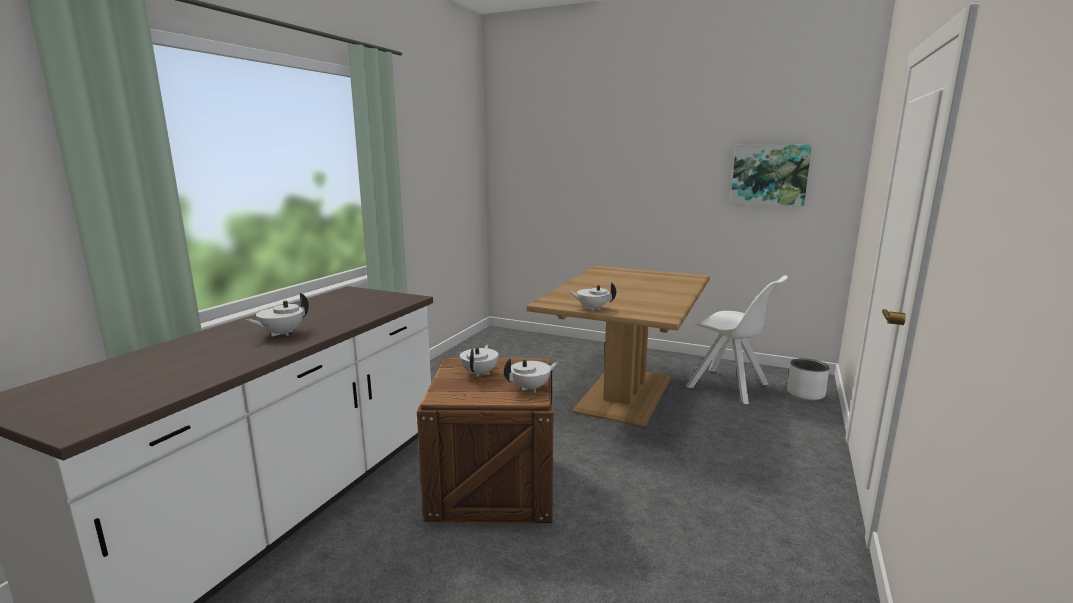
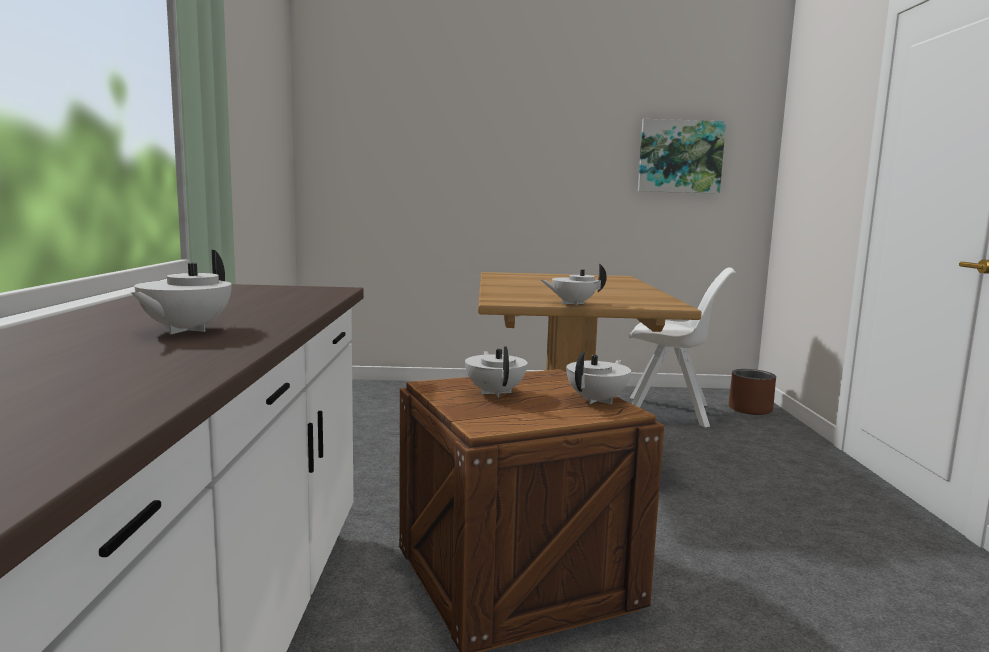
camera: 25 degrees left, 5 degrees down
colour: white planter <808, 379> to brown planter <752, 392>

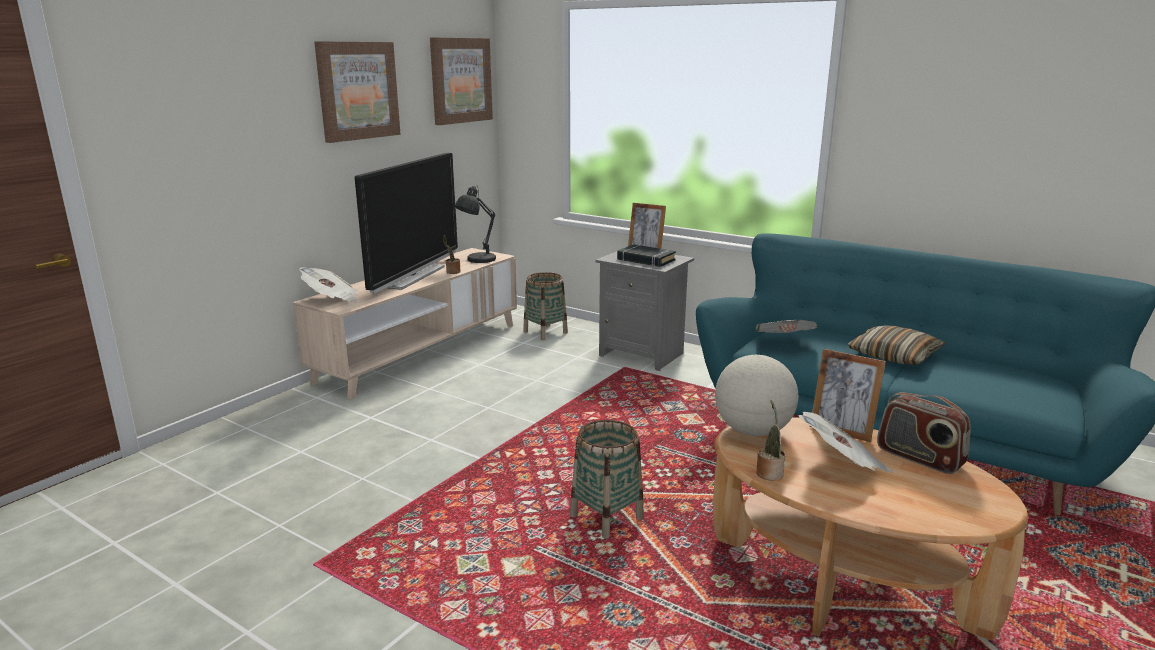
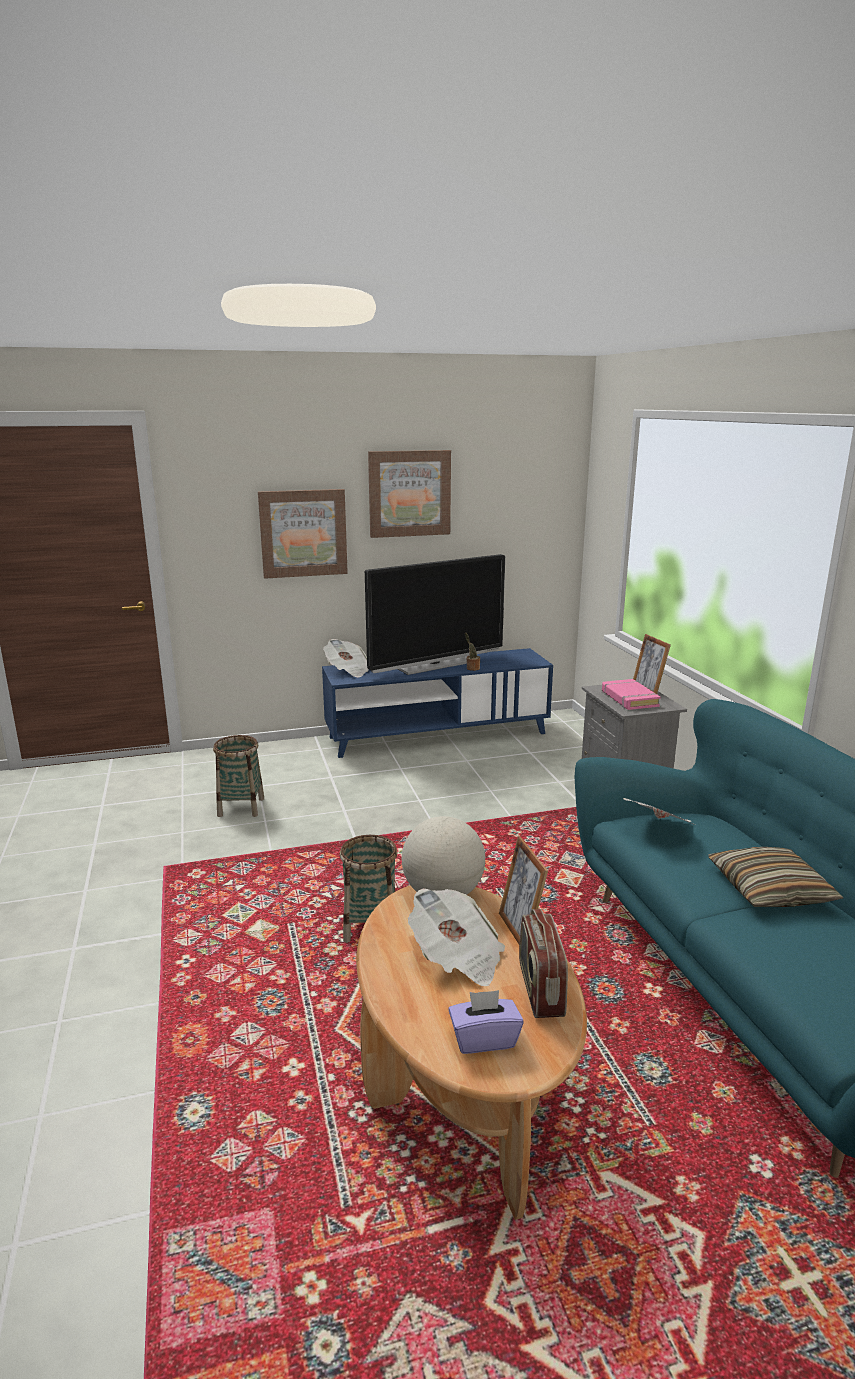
camera: 40 degrees right, 0 degrees up
missing: grey table lamp <475, 224>; potted plant <771, 440>
appeared: purple tissue box <486, 1022>
relocated: basket <545, 306> to <238, 776>; picture <461, 81> to <303, 534>
colour: beige tv stand <405, 323> to blue tv stand <437, 703>; black book <646, 255> to pink book <631, 694>

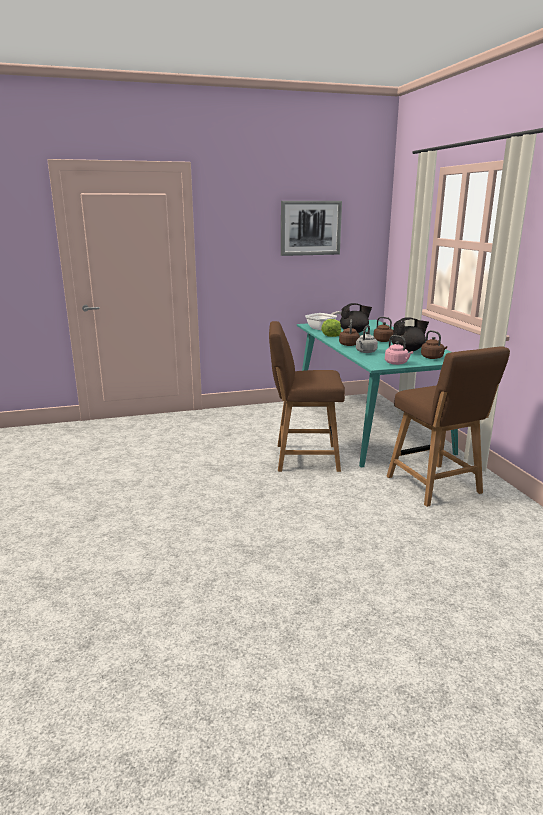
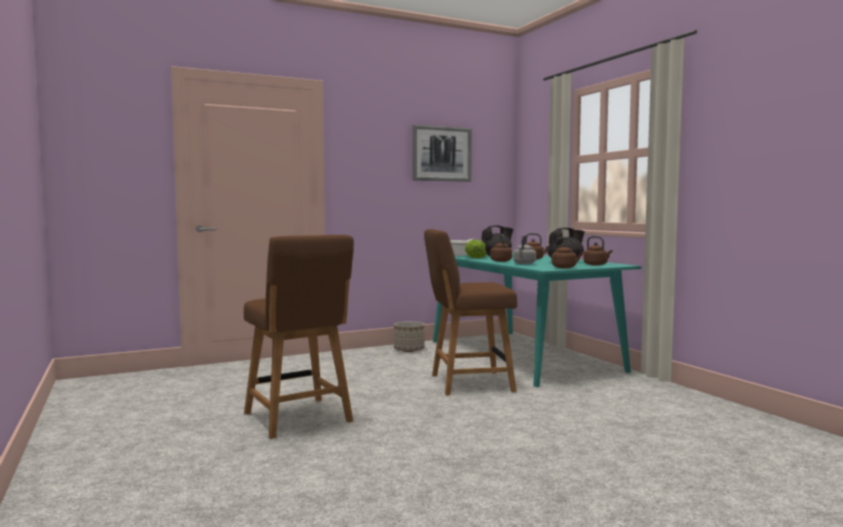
camera: 10 degrees left, 15 degrees down
appeared: planter <409, 336>
relocated: brown chair <448, 426> to <299, 337>
colour: pink kettle <399, 350> to brown kettle <567, 252>

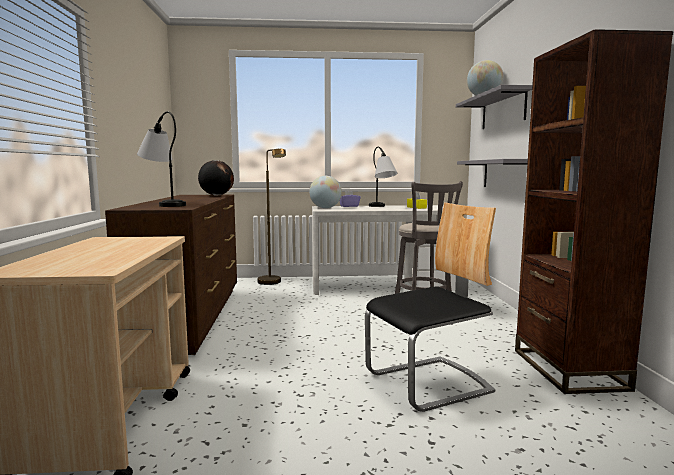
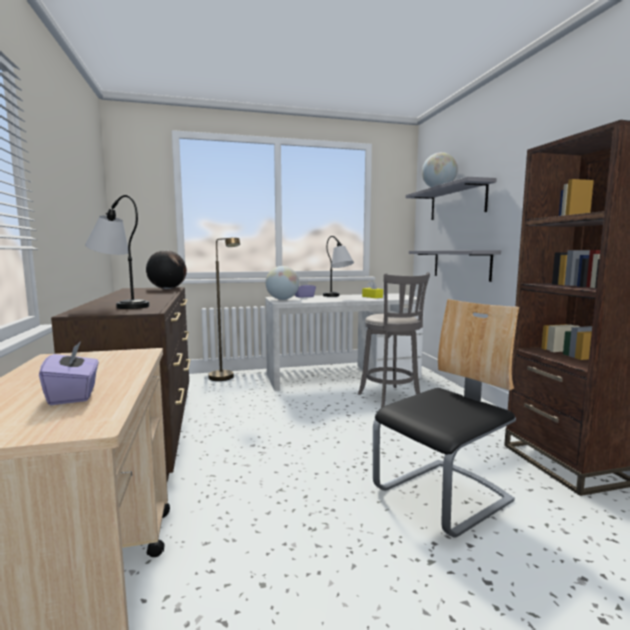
camera: 10 degrees left, 0 degrees up
appeared: purple tissue box <69, 373>

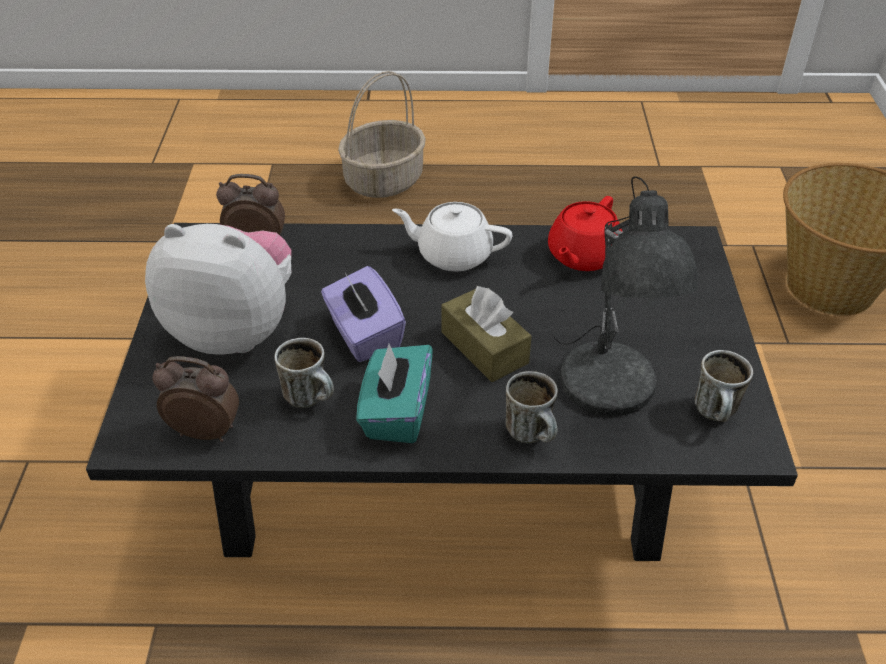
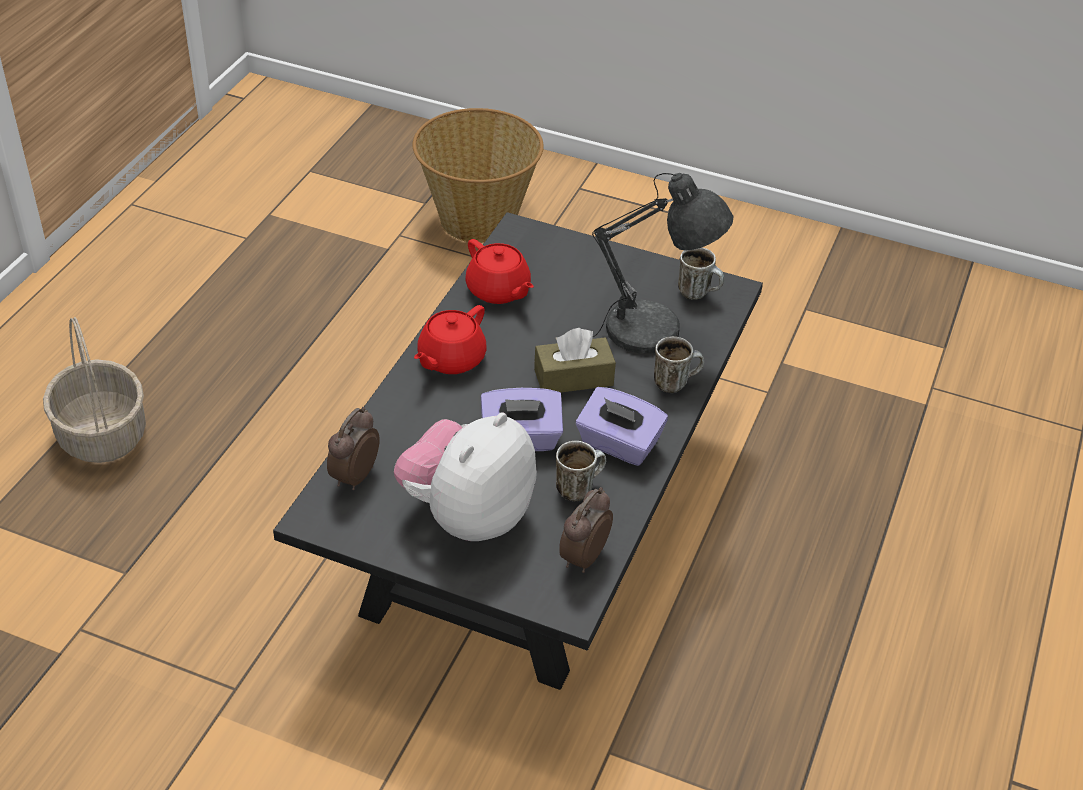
camera: 70 degrees left, 0 degrees up
colour: white teapot <452, 237> to red teapot <450, 339>; turquoise tissue box <394, 393> to purple tissue box <622, 426>

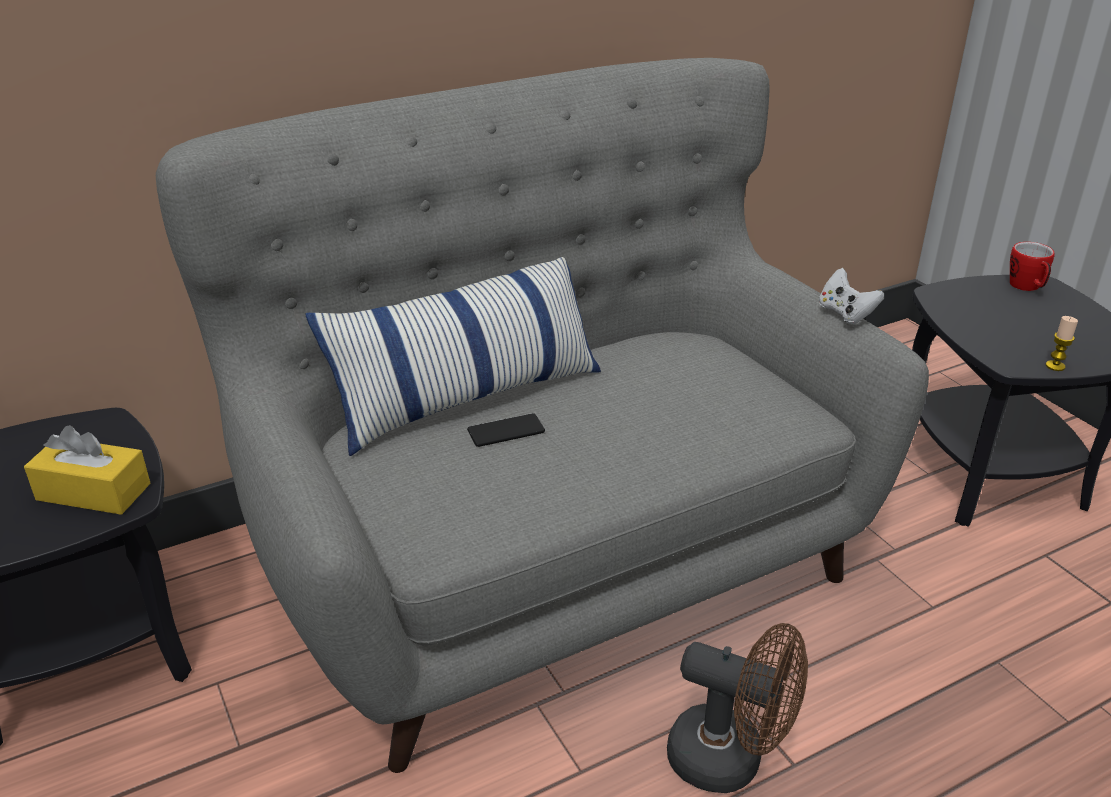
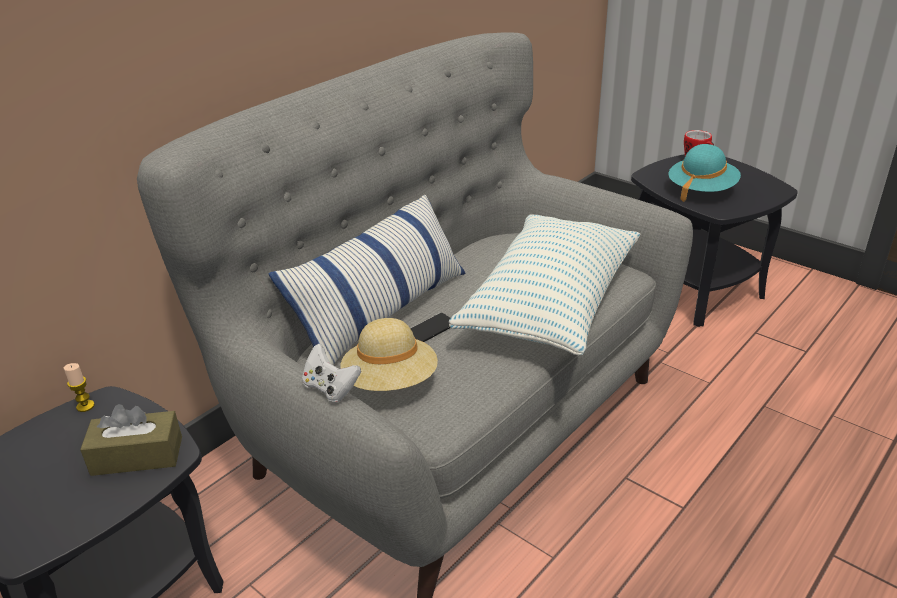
camera: 20 degrees left, 0 degrees up
missing: brown fan <737, 708>
appeared: beige hat <389, 354>; pillow <545, 284>; turquoise hat <704, 173>
relocated: candle <1062, 343> to <79, 387>; white game controller <851, 296> to <331, 373>
colour: yellow tissue box <87, 470> to brown tissue box <131, 440>

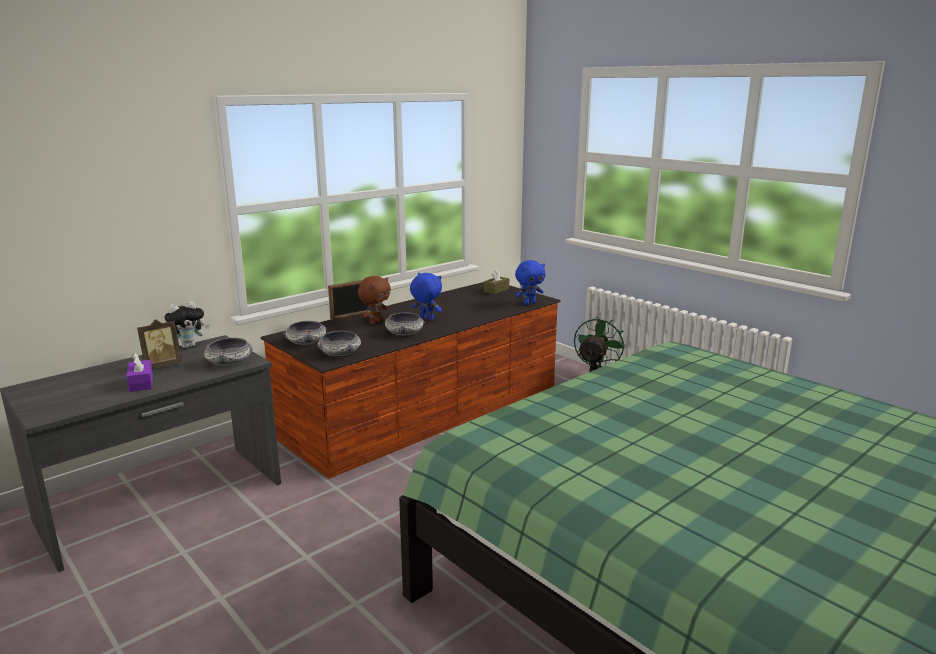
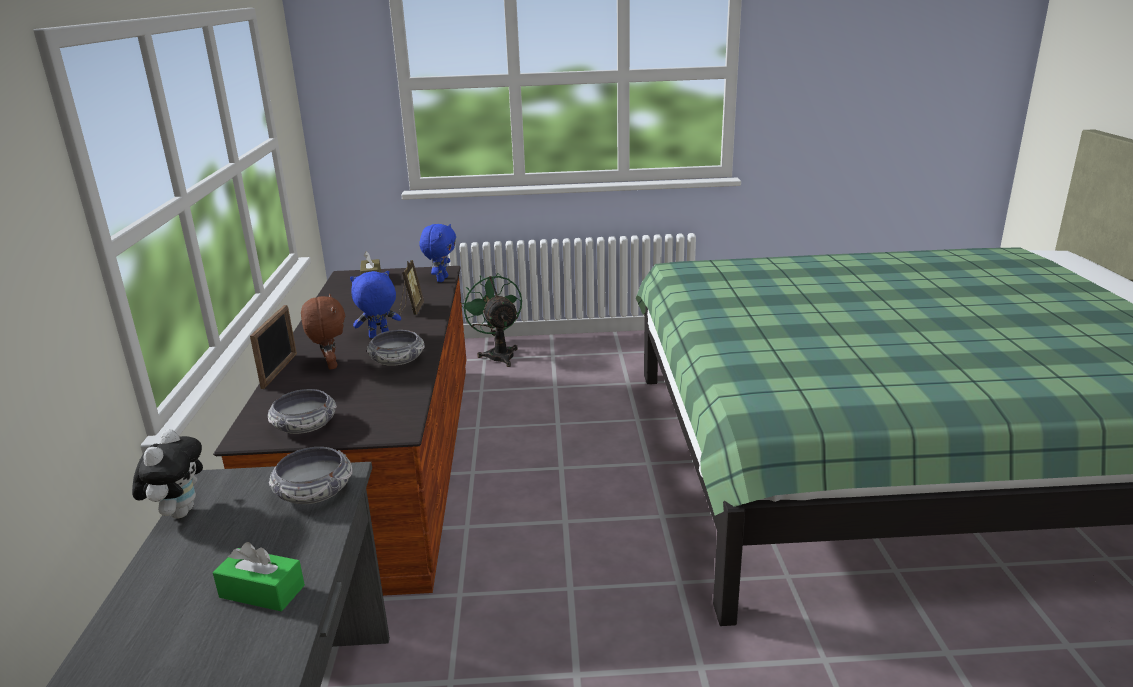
camera: 50 degrees left, 5 degrees up
missing: bowl <339, 343>
relocated: picture frame <159, 344> to <411, 287>
colour: purple tissue box <140, 372> to green tissue box <259, 576>

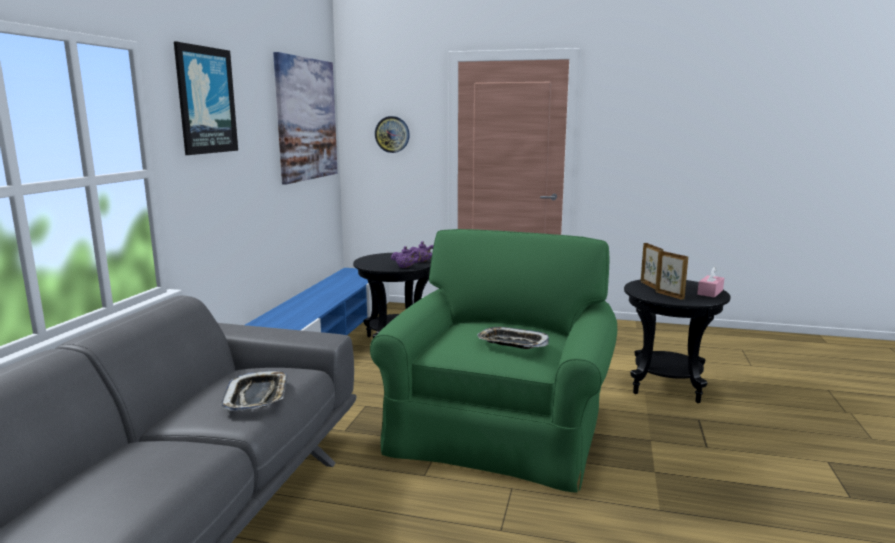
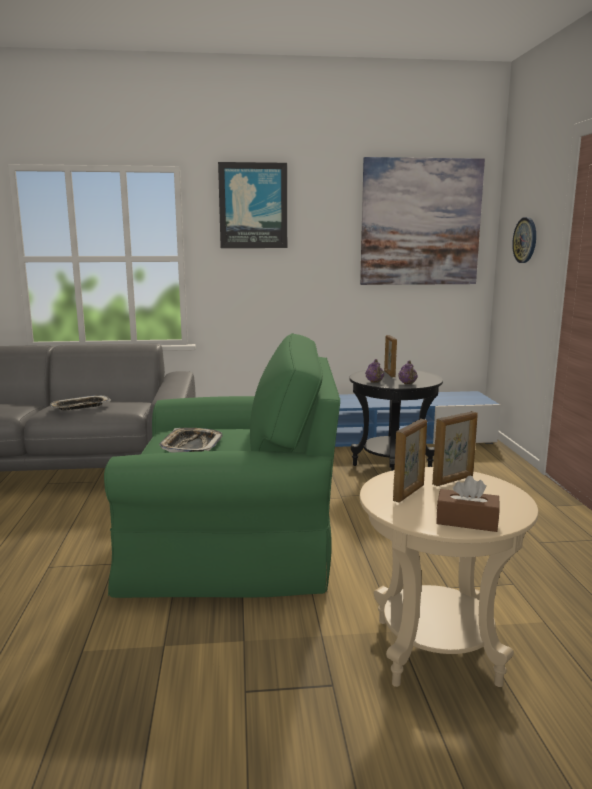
camera: 70 degrees right, 0 degrees up
appeared: picture frame <390, 356>
colour: black side table <677, 341> to beige side table <449, 577>; pink tissue box <710, 282> to brown tissue box <468, 503>

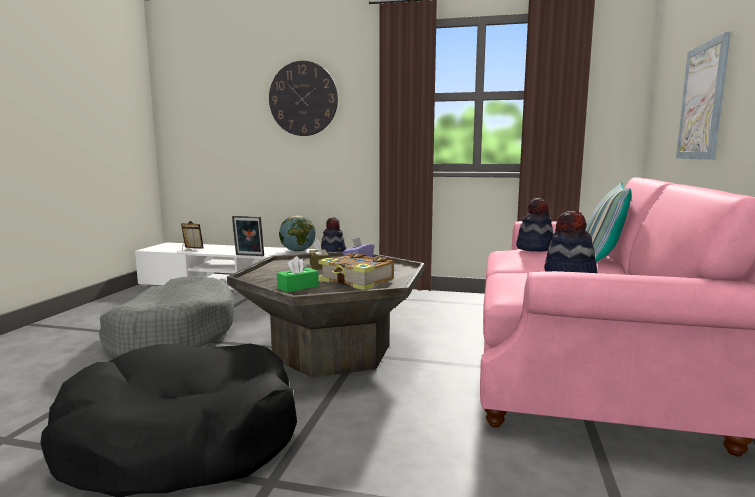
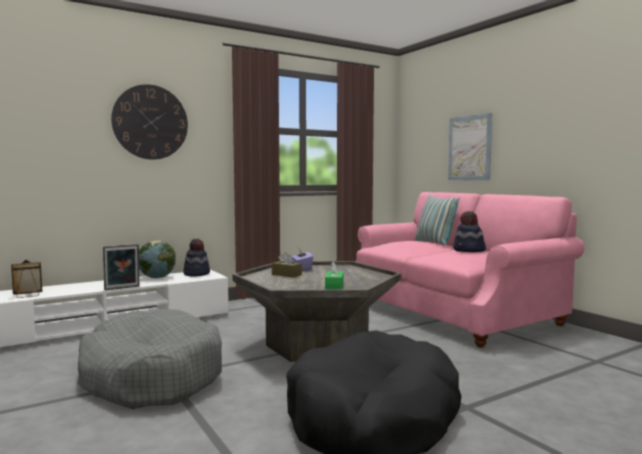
camera: 45 degrees left, 5 degrees down
missing: book <356, 271>; hat <534, 224>

